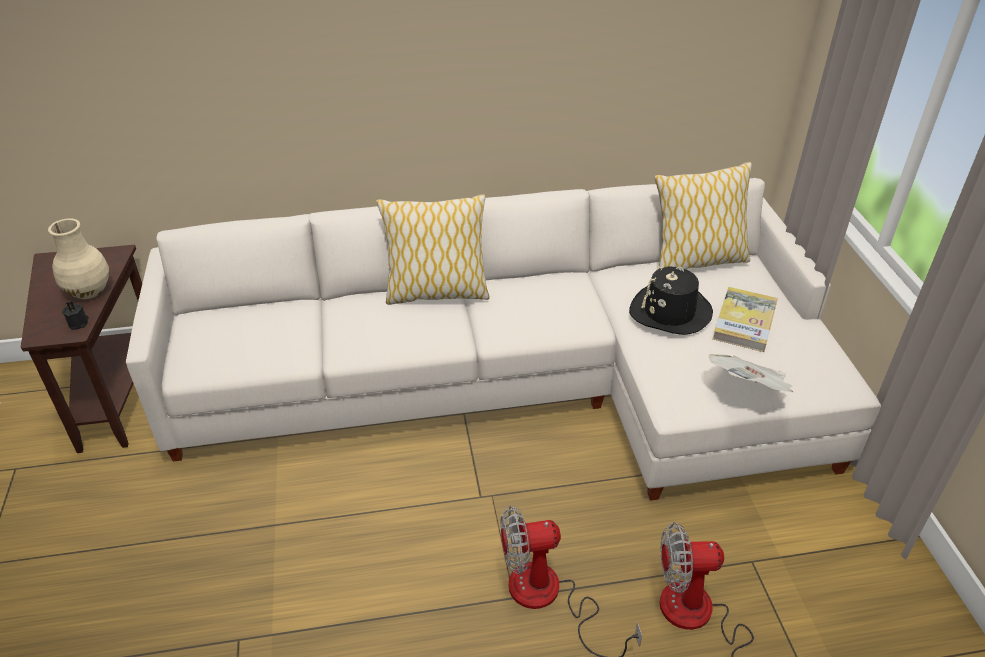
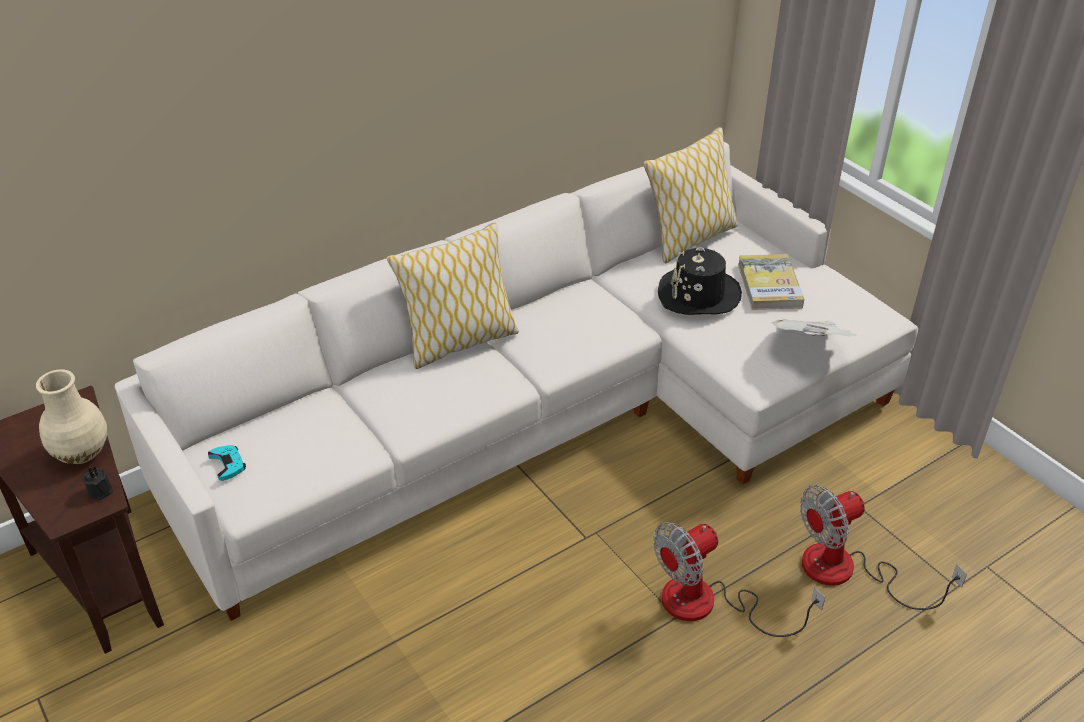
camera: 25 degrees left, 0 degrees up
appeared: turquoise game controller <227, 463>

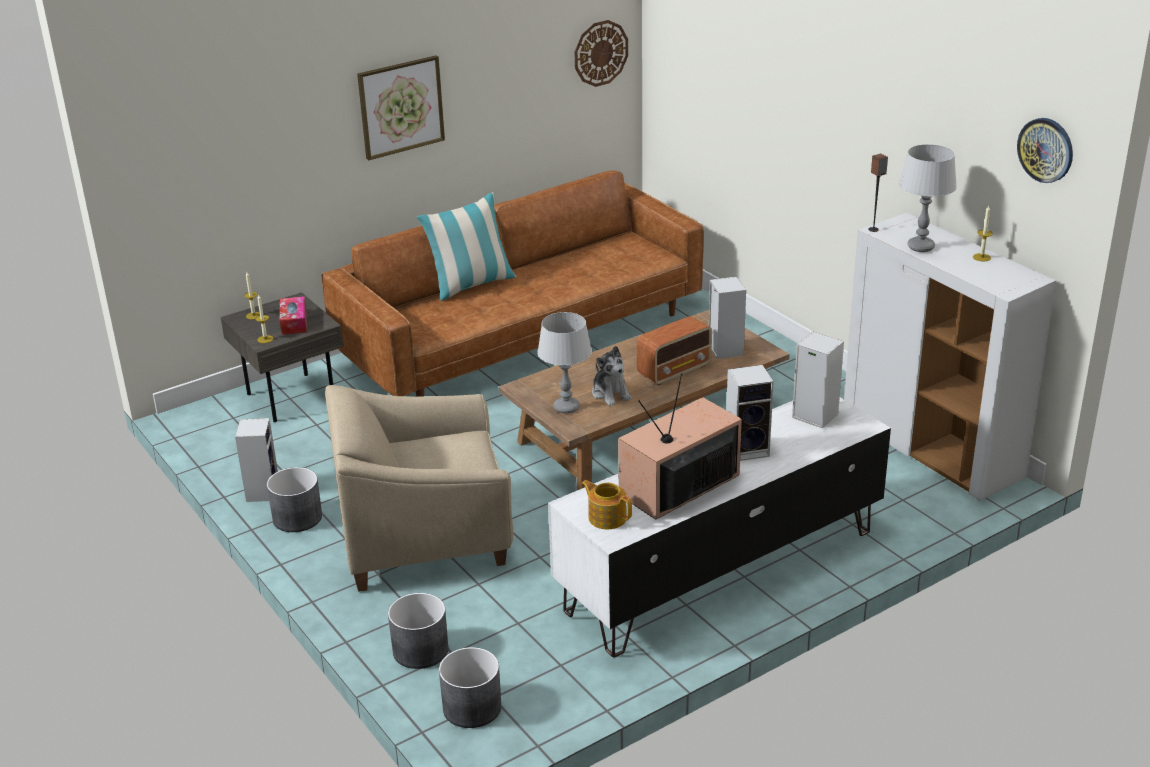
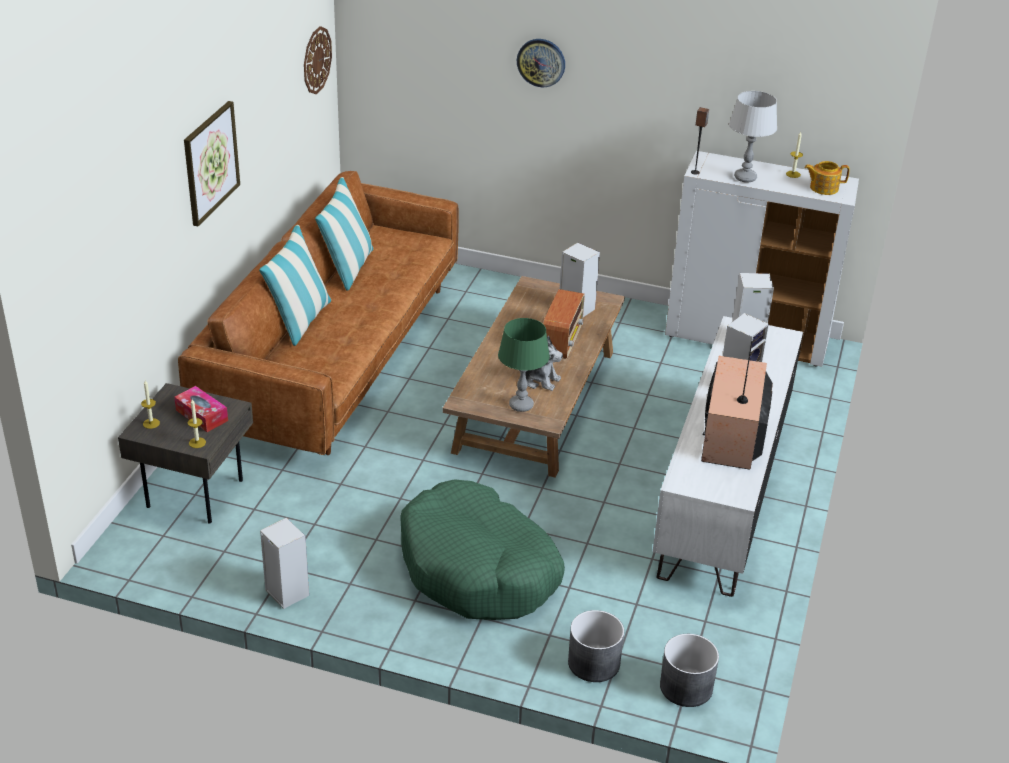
camera: 40 degrees left, 5 degrees up
missing: grey planter <294, 499>
appeared: pillow <344, 233>
relocated: wall clock <1045, 150> to <541, 63>; teapot <606, 504> to <827, 178>
exchanged: beige armchair <419, 488> to green dog bed <482, 549>
colour: grey table lamp <564, 363> to green table lamp <524, 365>

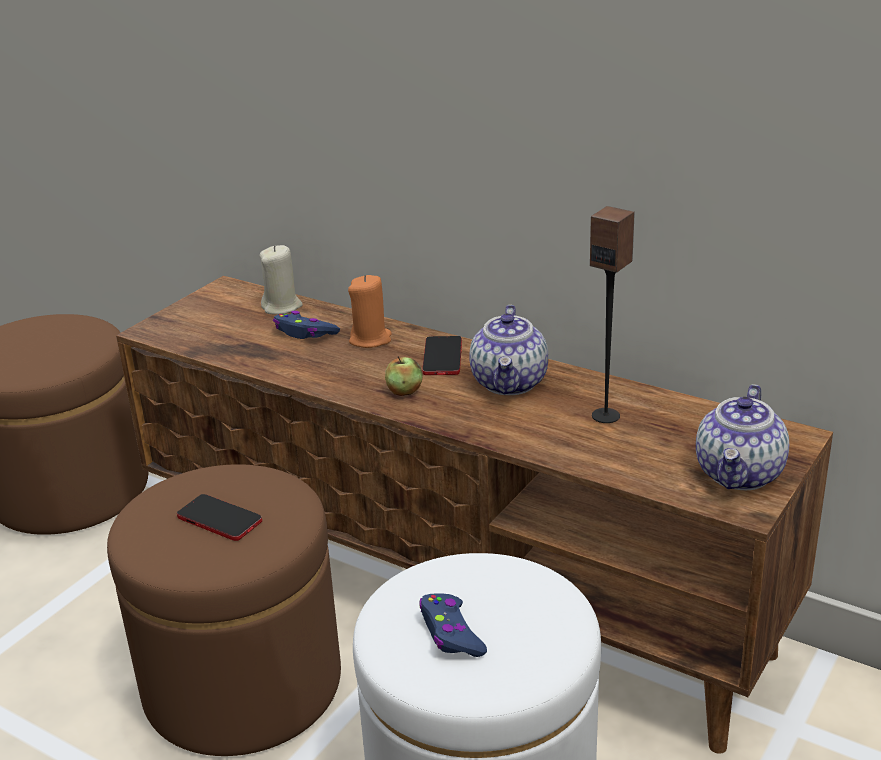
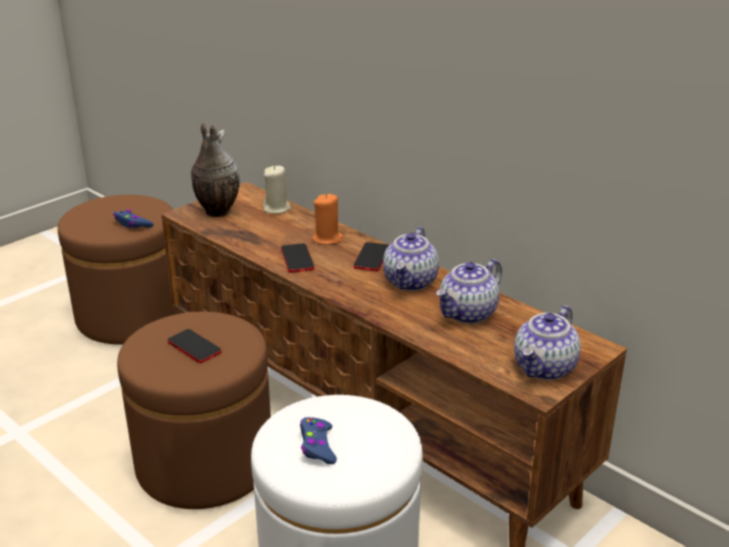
camera: 10 degrees right, 0 degrees up
missing: apple <404, 376>
appeared: vase <215, 170>; phone <297, 258>
relocated: blue game controller <306, 325> to <133, 219>
exchanged: speaker <612, 314> to teapot <469, 291>

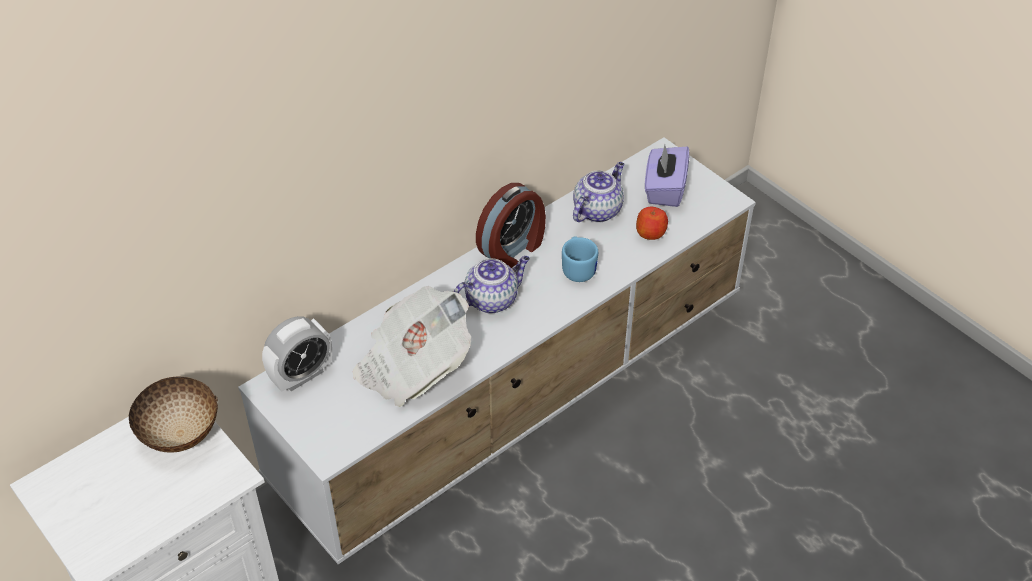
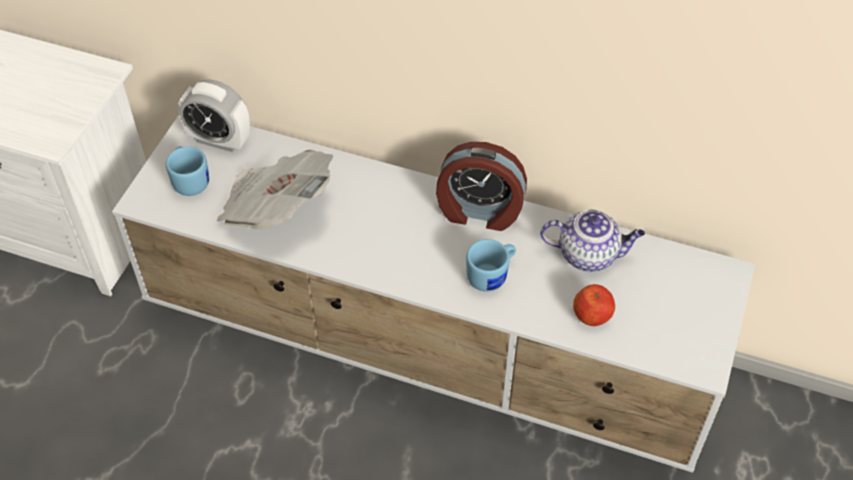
camera: 60 degrees right, 5 degrees up
missing: bowl <173, 414>; teapot <492, 285>; purple tissue box <667, 175>
appeared: blue mug <187, 171>

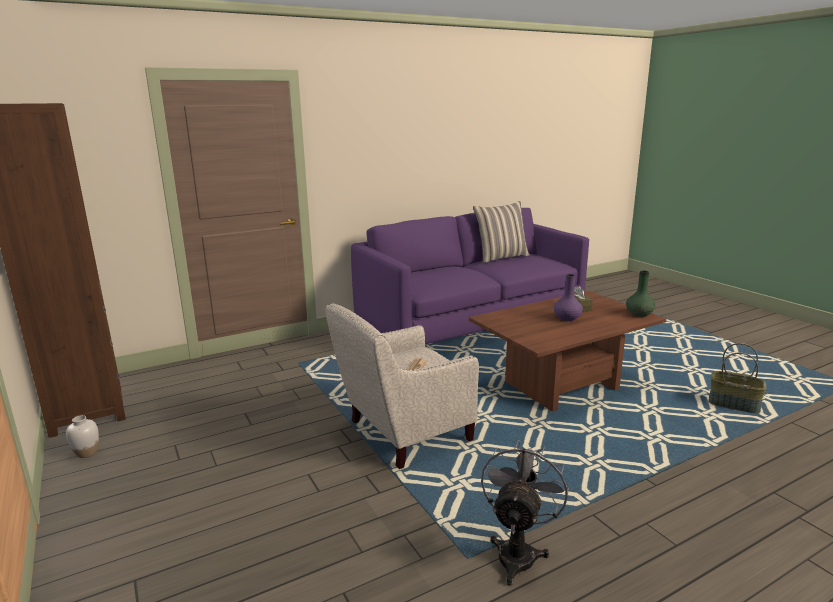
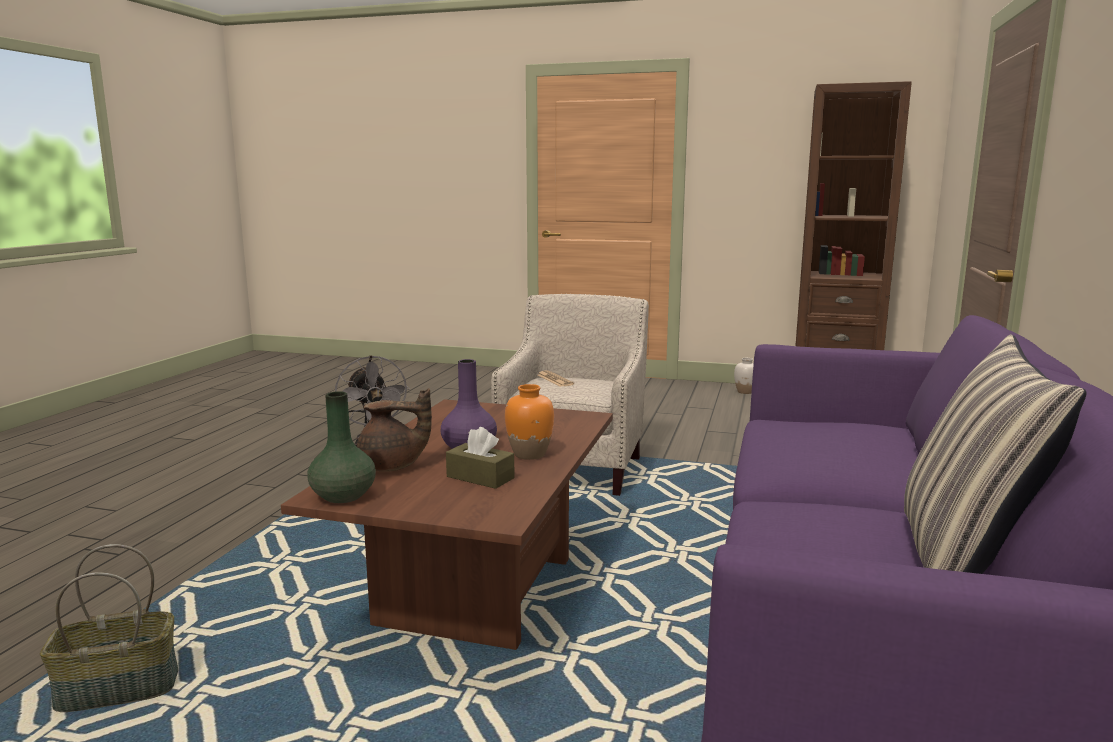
camera: 135 degrees right, 5 degrees down
appeared: brown teapot <394, 430>; orange vase <529, 422>

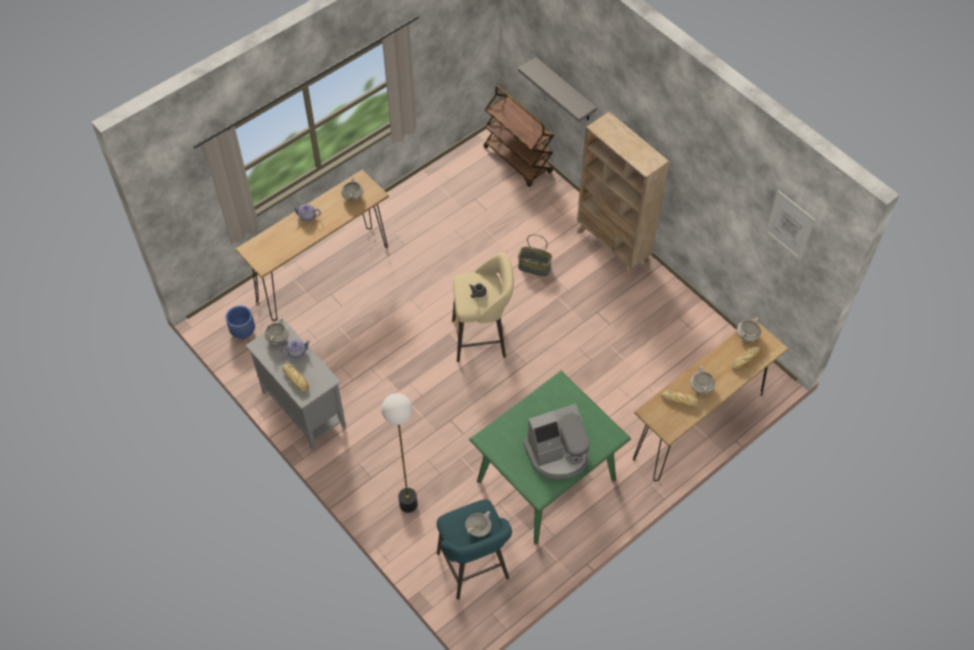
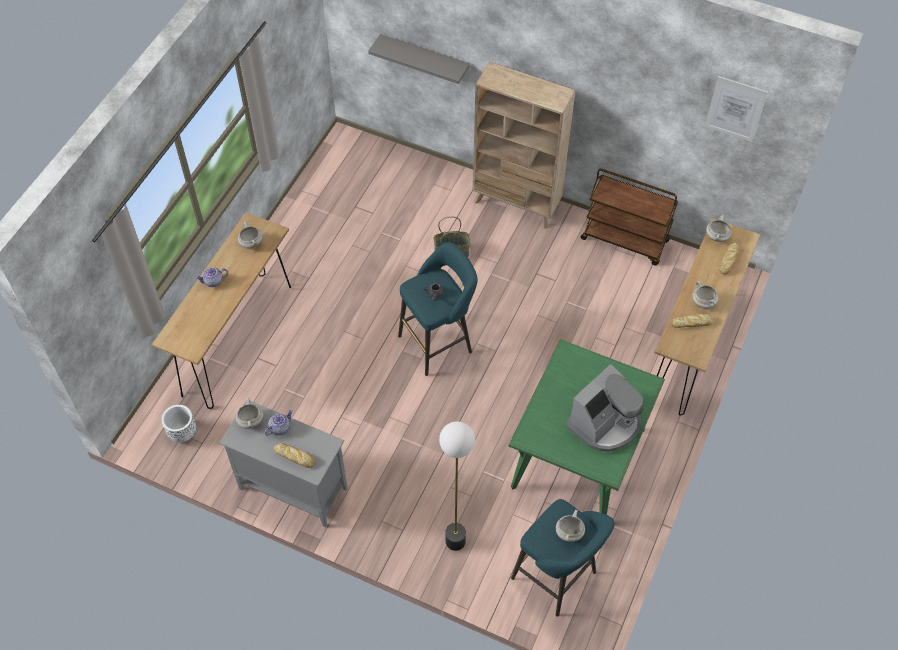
camera: 25 degrees left, 0 degrees up
relocated: brown cart <518, 136> to <629, 216>
colour: blue planter <240, 322> to white planter <179, 423>; beige stool <483, 307> to turquoise stool <438, 309>

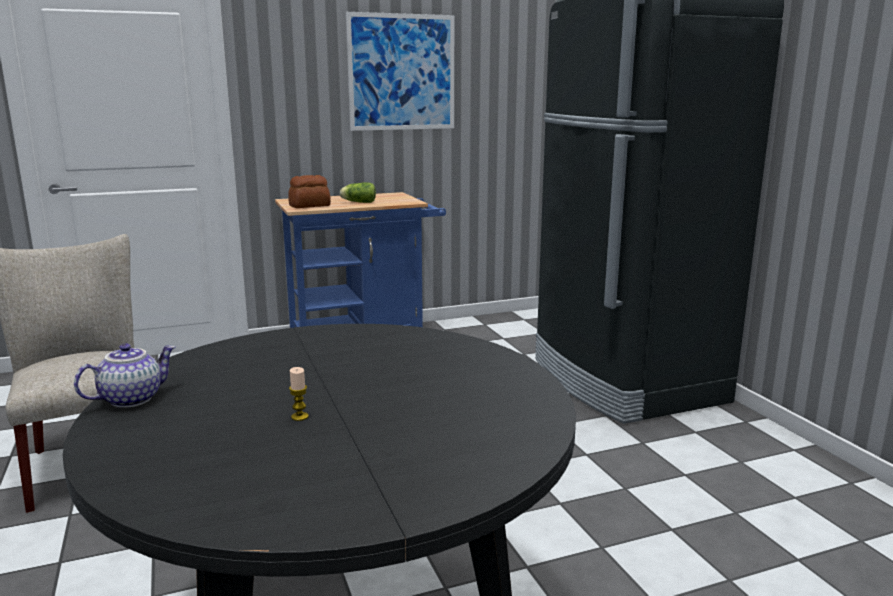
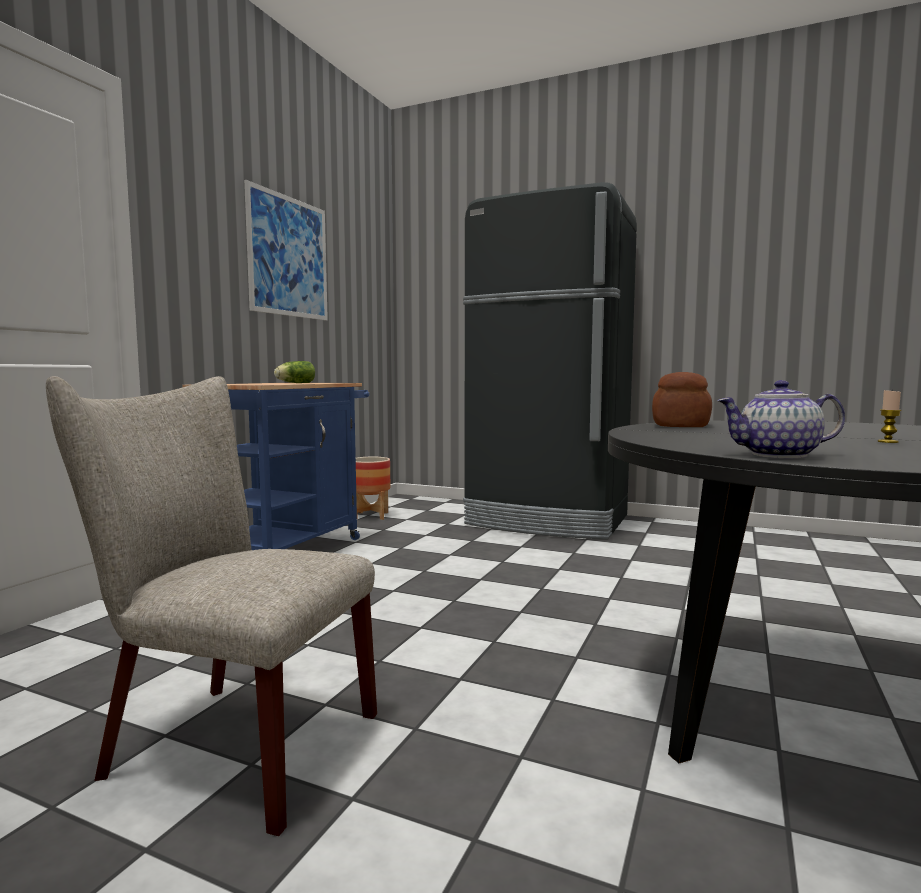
camera: 45 degrees left, 10 degrees down
appeared: planter <373, 488>
relocated: bread <309, 191> to <682, 399>
spun: teapot <124, 375> = <781, 419> 90 degrees counterclockwise

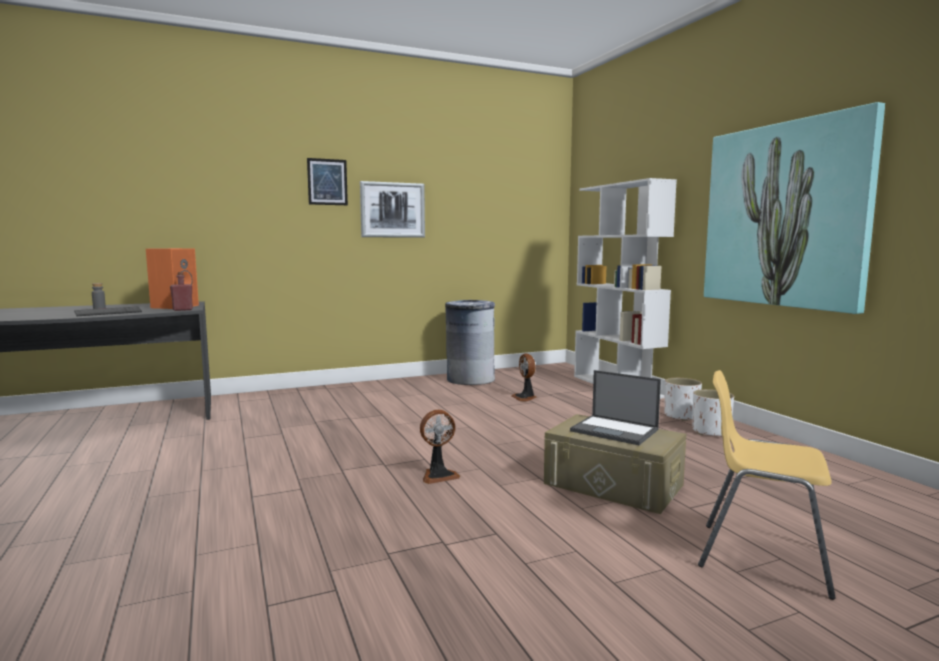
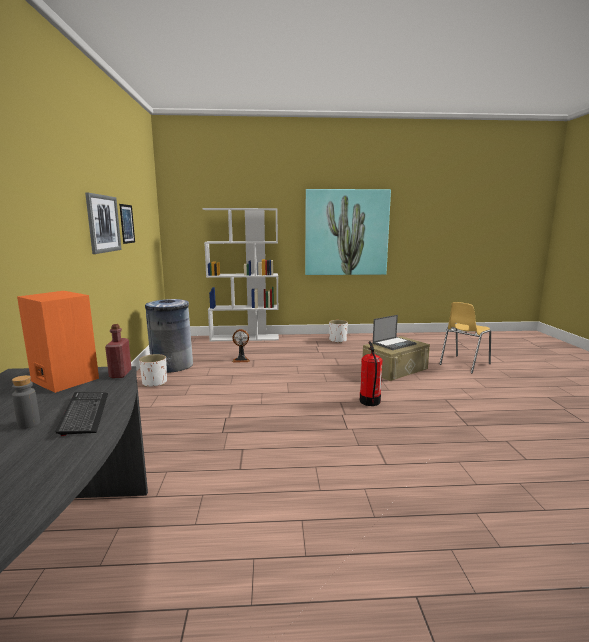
camera: 70 degrees left, 5 degrees up
relocated: picture <327, 181> to <127, 224>; white planter <683, 399> to <153, 370>
exchanged: fan <440, 447> to fire extinguisher <371, 373>

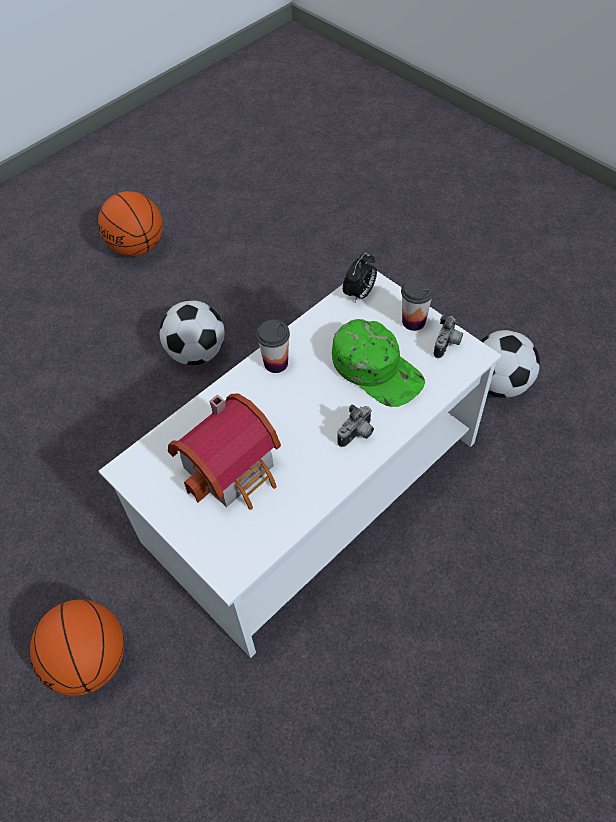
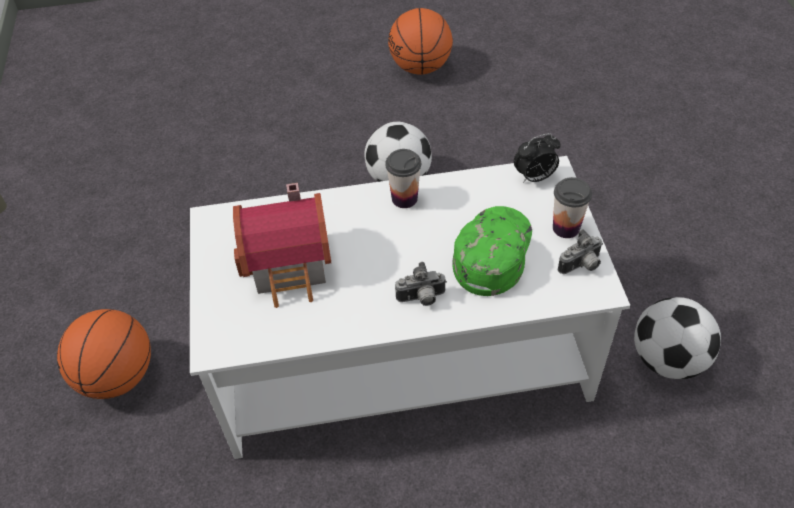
camera: 35 degrees right, 5 degrees down
spun: green cap <378, 363> = <492, 251> 150 degrees counterclockwise

